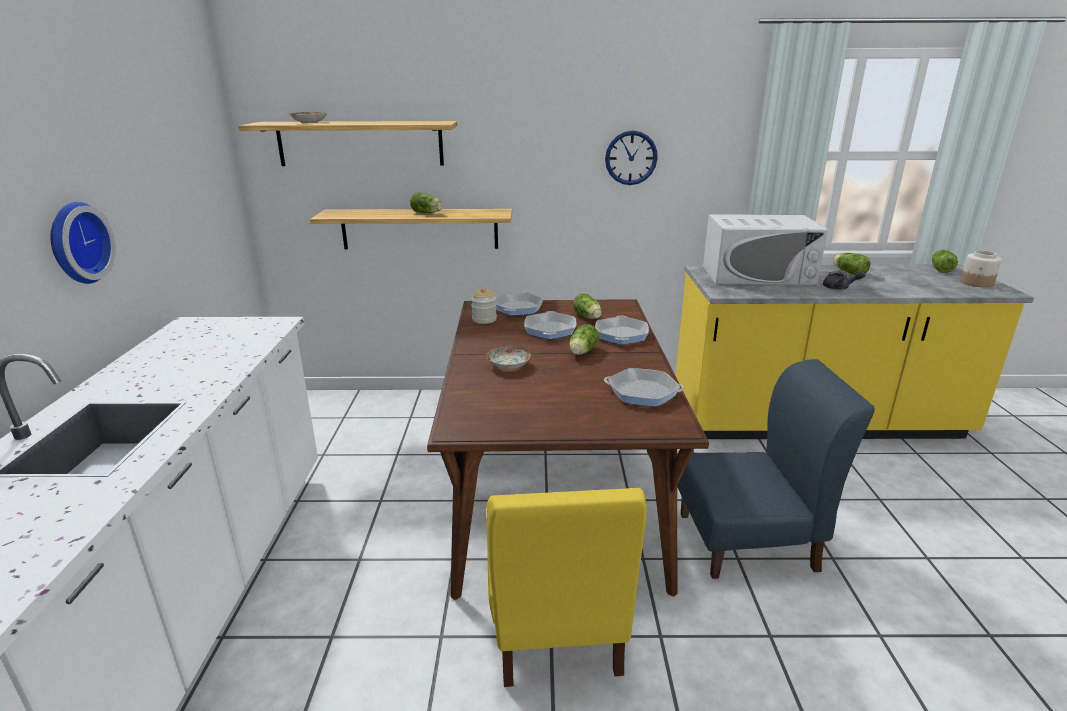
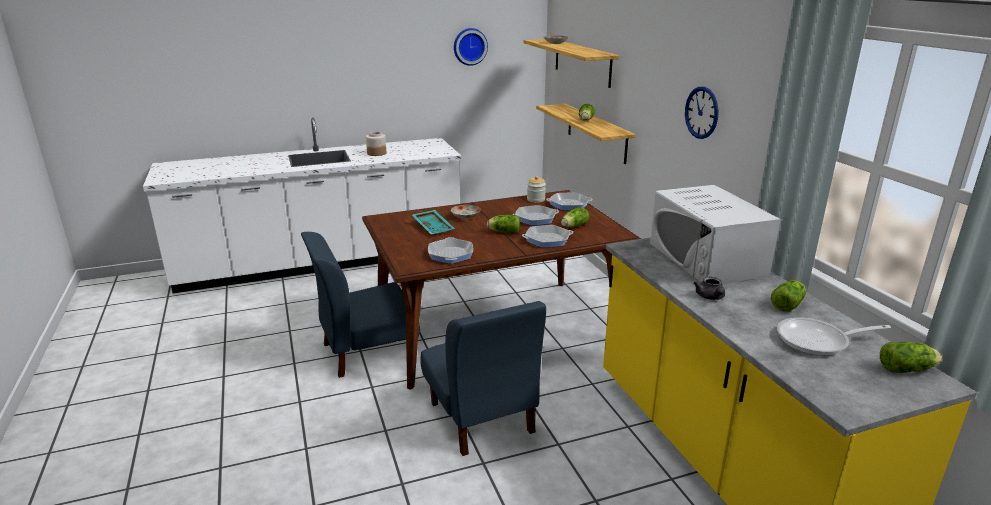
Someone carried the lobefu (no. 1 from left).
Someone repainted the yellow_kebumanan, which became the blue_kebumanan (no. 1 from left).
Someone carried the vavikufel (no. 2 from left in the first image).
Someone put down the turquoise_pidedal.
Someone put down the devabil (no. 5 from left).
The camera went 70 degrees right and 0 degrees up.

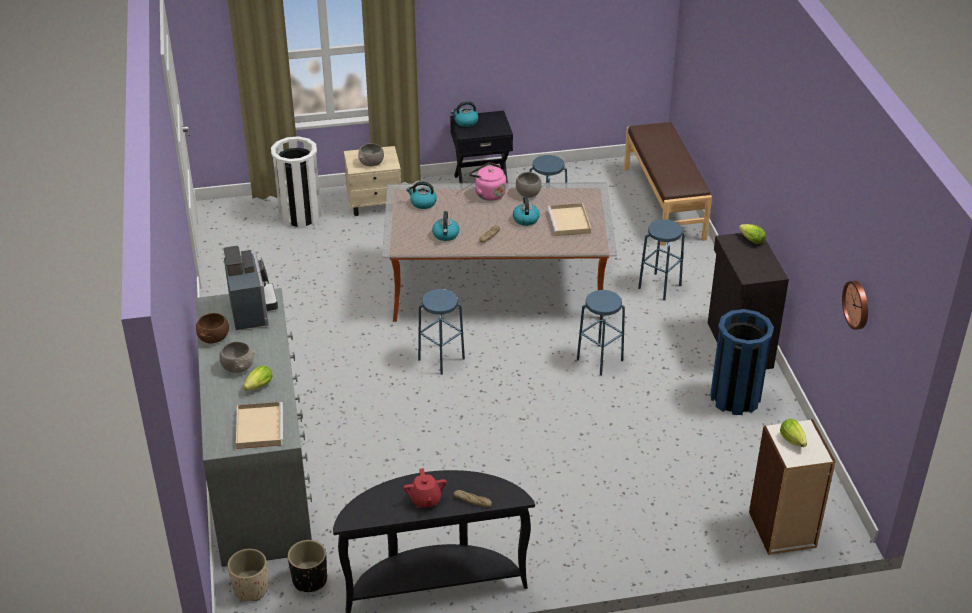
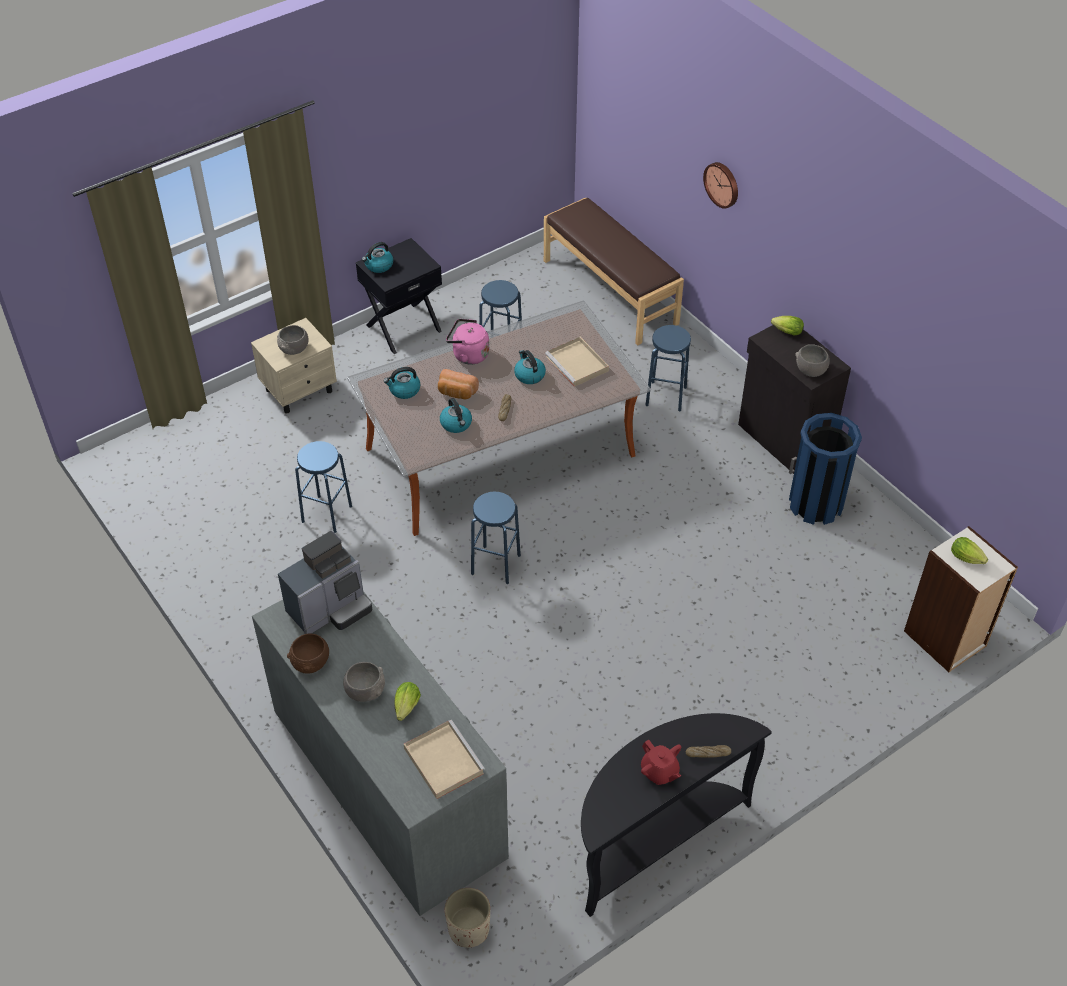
Someone rotated the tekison by 90 degrees clockwise.
Someone took away the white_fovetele.
Someone took away the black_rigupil.
Someone carried the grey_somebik (no. 3 from left).
Someone carried the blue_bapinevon (no. 3 from left in the first image).
Someone carried the lobefu.
Someone put down the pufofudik (no. 1 from left).
The camera went 25 degrees left and 10 degrees up.

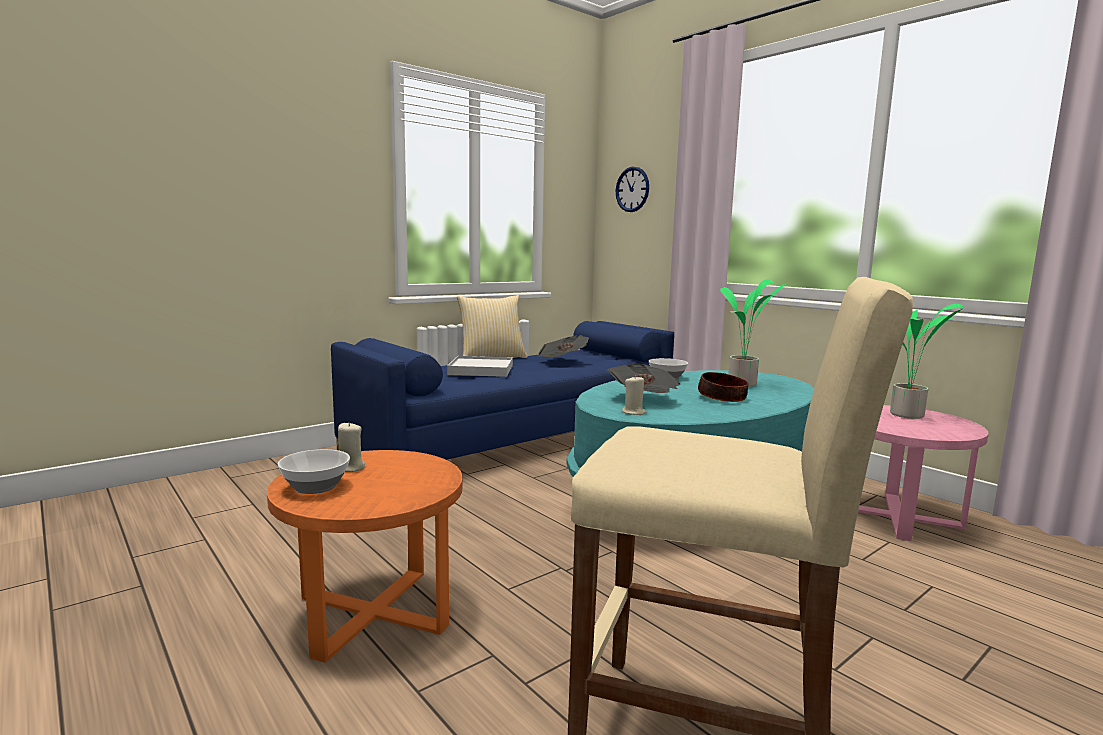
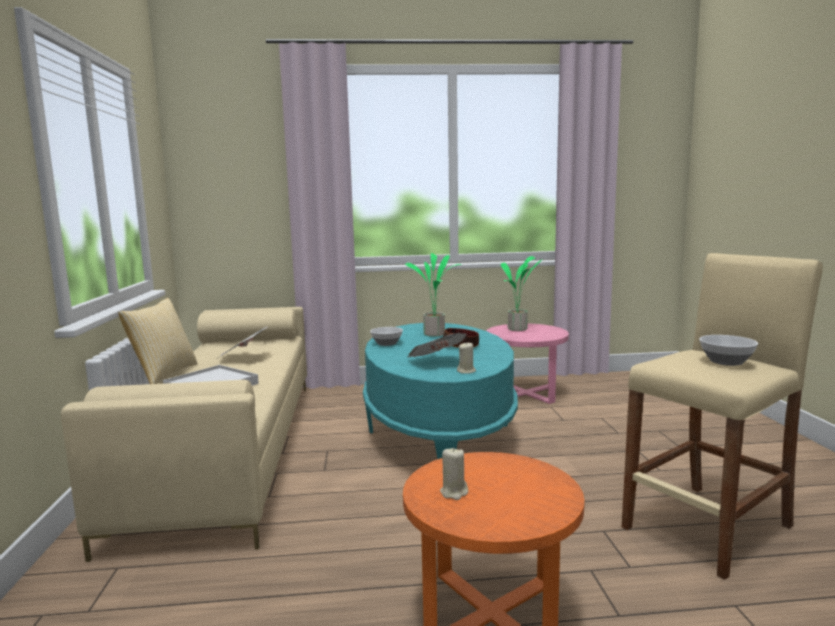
Someone carried the somebik (no. 1 from left in the first image).
Someone repainted the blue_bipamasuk, which became the beige_bipamasuk.
Someone took away the lobefu.
The camera went 55 degrees left and 0 degrees up.

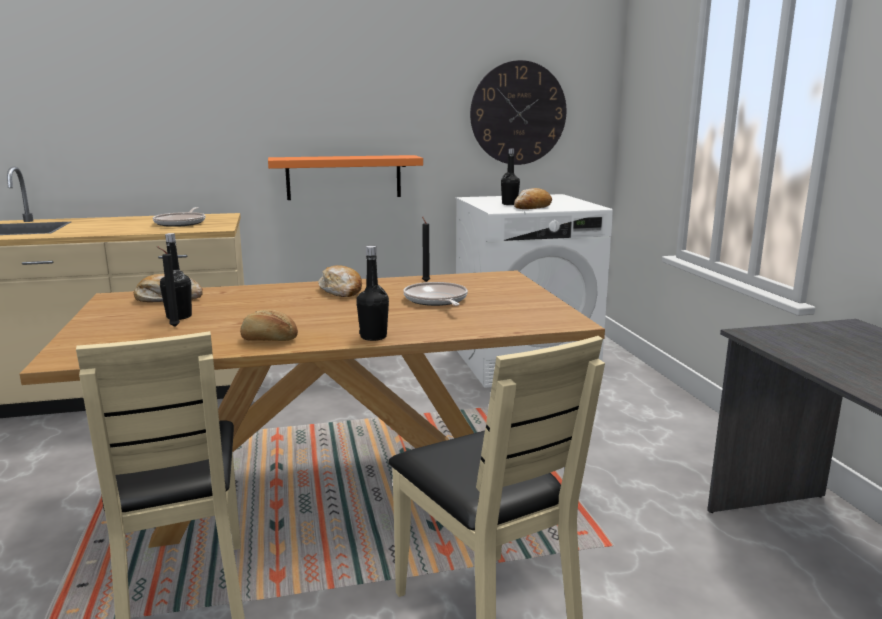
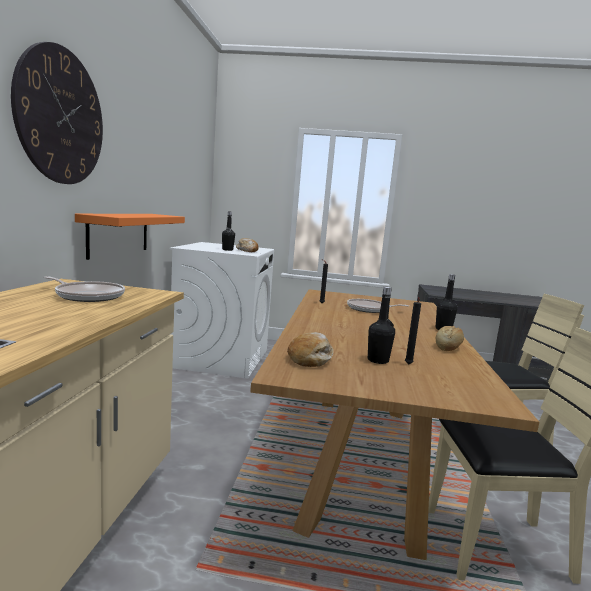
Someone took away the pufofudik (no. 3 from left).
Someone carried the lobefu.
The camera went 70 degrees left and 5 degrees down.

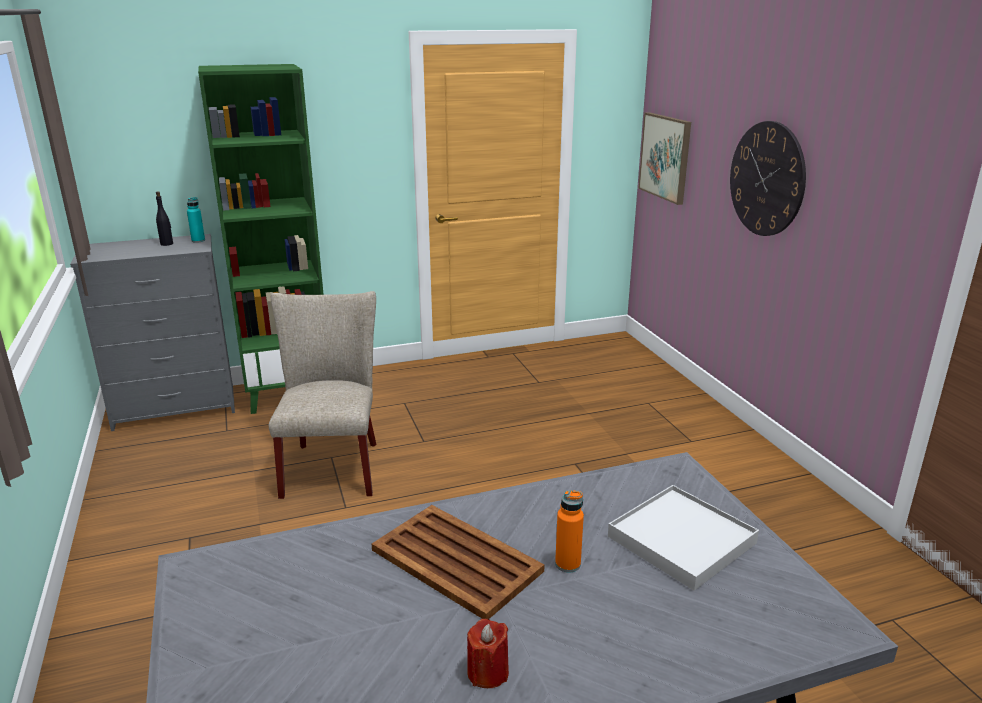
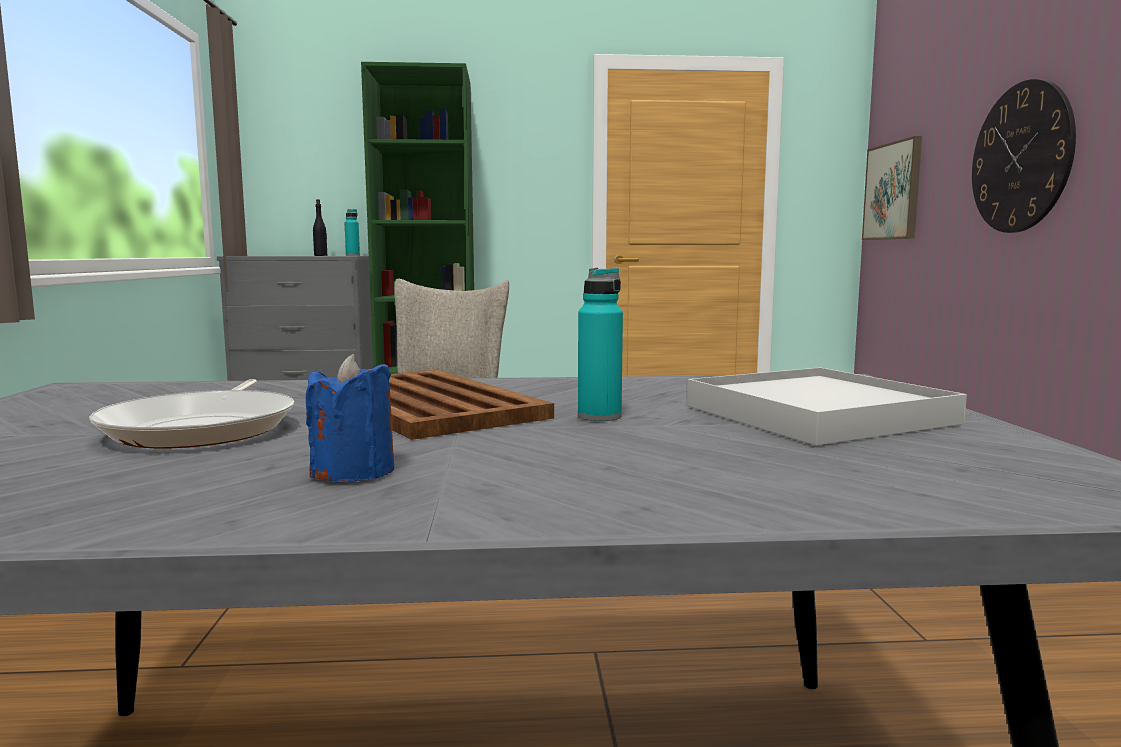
Someone repainted the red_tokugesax, which became the blue_tokugesax.
Someone repainted the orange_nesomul, which became the turquoise_nesomul (no. 2 from left).
Someone put down the devabil.
The camera went 15 degrees right and 15 degrees down.

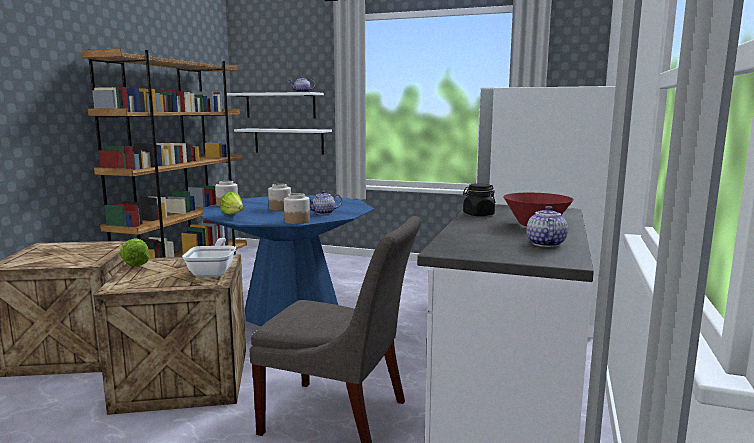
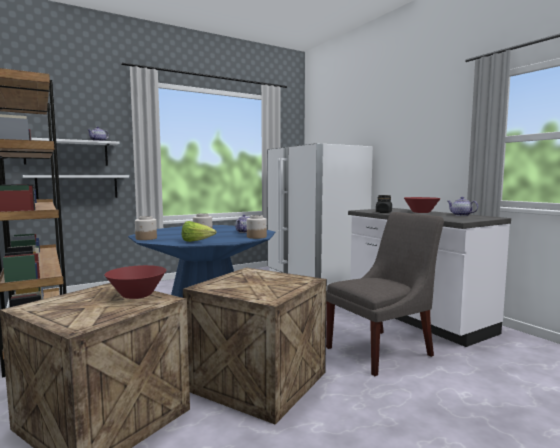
Someone took away the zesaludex (no. 1 from left).
Someone took away the devabil.
Someone put down the red_somebik (no. 1 from left).
The camera went 50 degrees left and 5 degrees down.

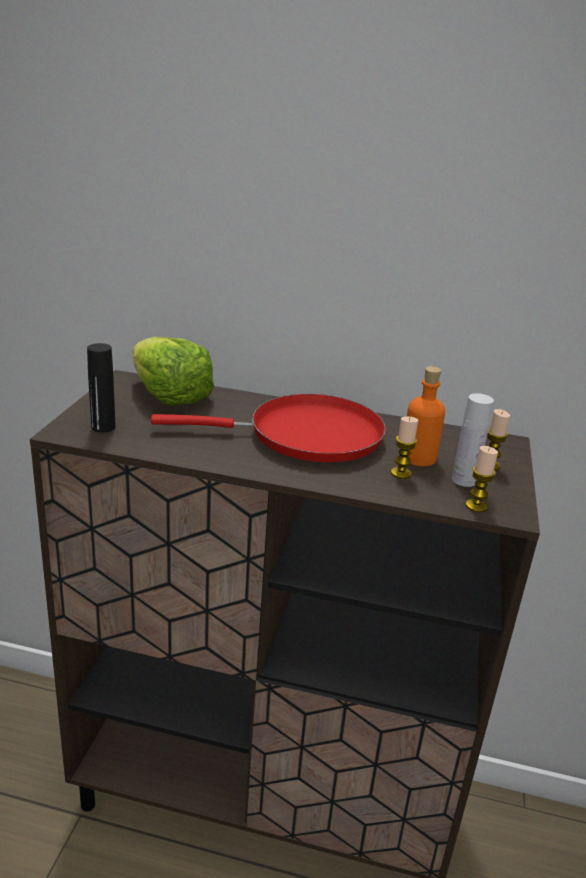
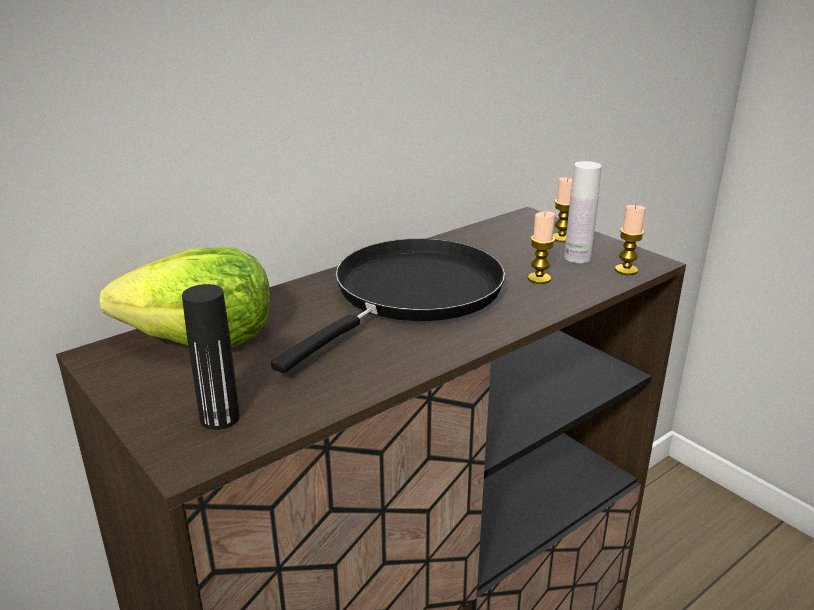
Someone repainted the red_devabil, which became the black_devabil.
Someone took away the orange_nesomul.
The camera went 50 degrees left and 0 degrees up.

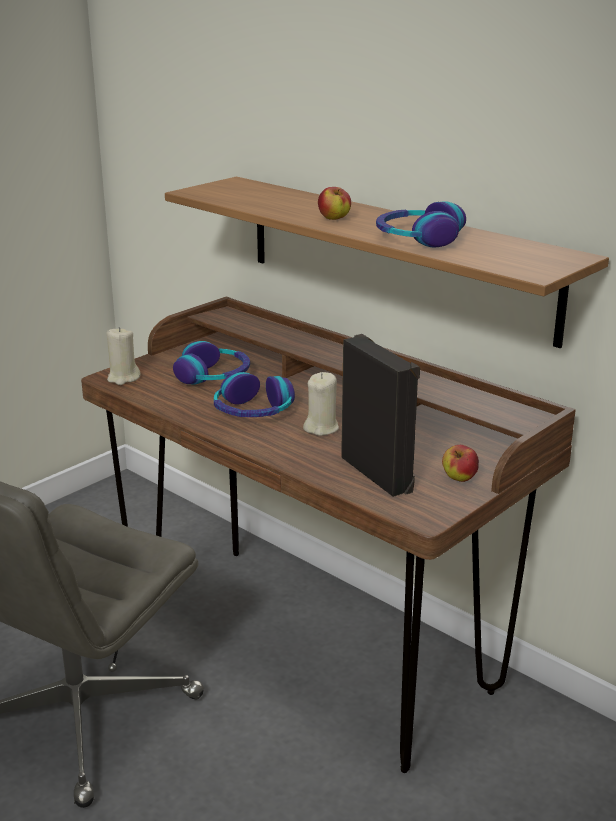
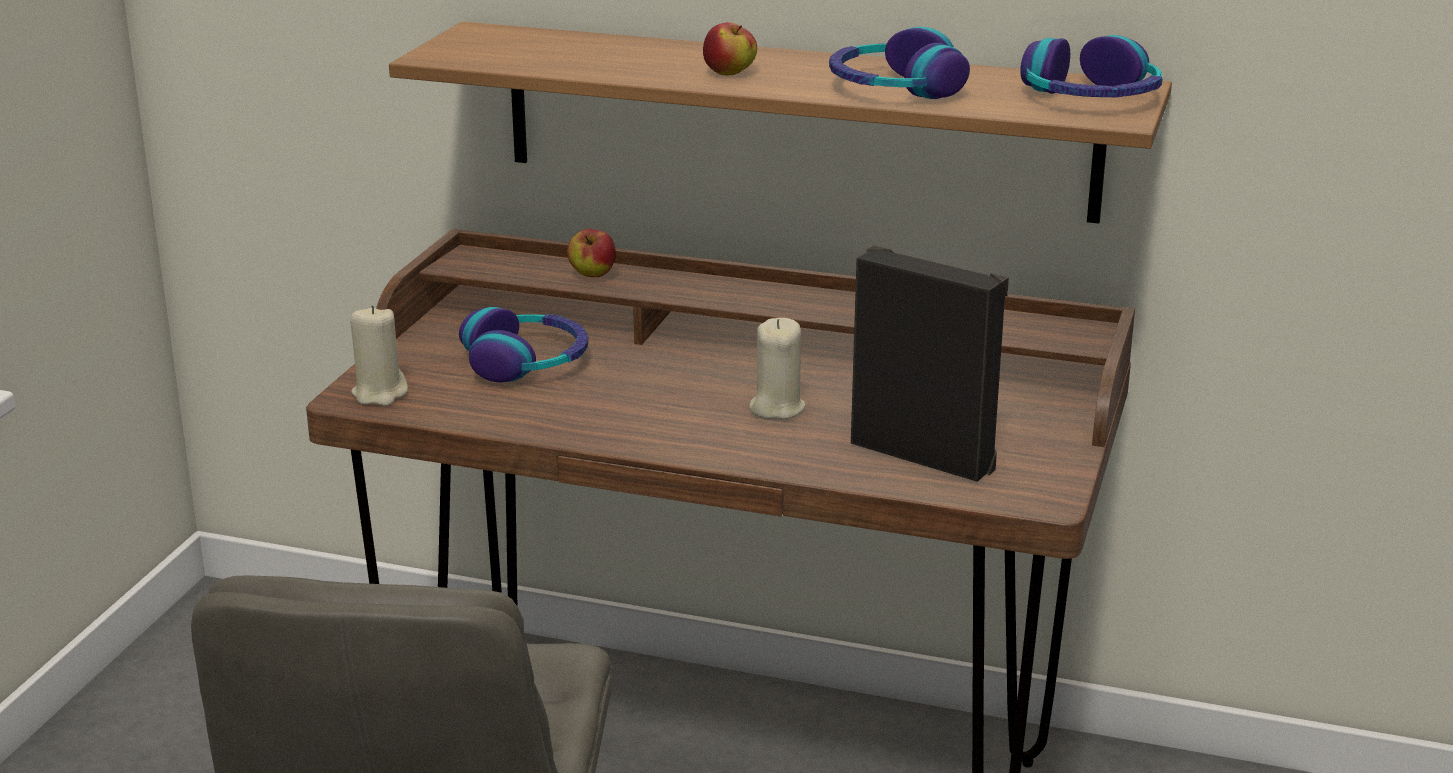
Someone carried the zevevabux (no. 2 from left in the first image).
Someone carried the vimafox (no. 2 from left in the first image).
The camera went 25 degrees left and 0 degrees up.

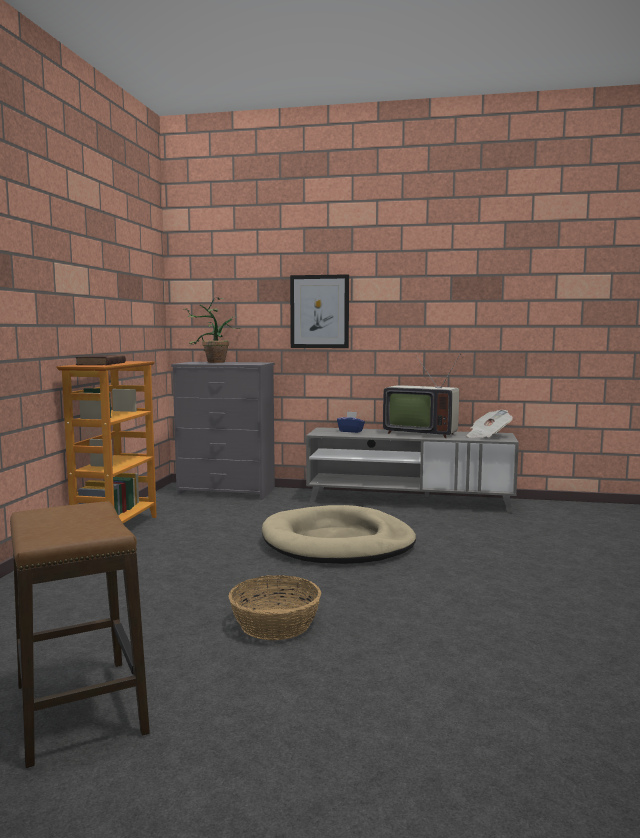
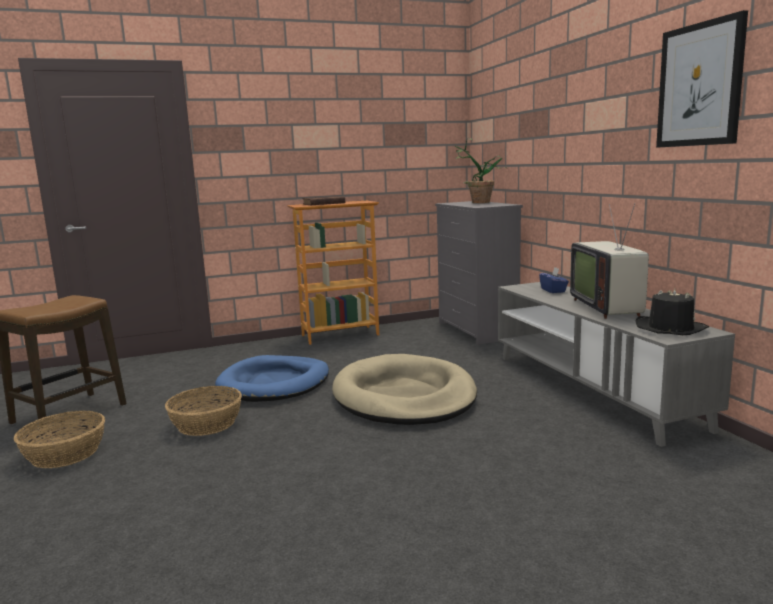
Someone carried the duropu.
Someone swapped the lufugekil for the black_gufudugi.
Someone put down the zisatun (no. 1 from left).
Someone put down the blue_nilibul.
The camera went 60 degrees right and 5 degrees up.

